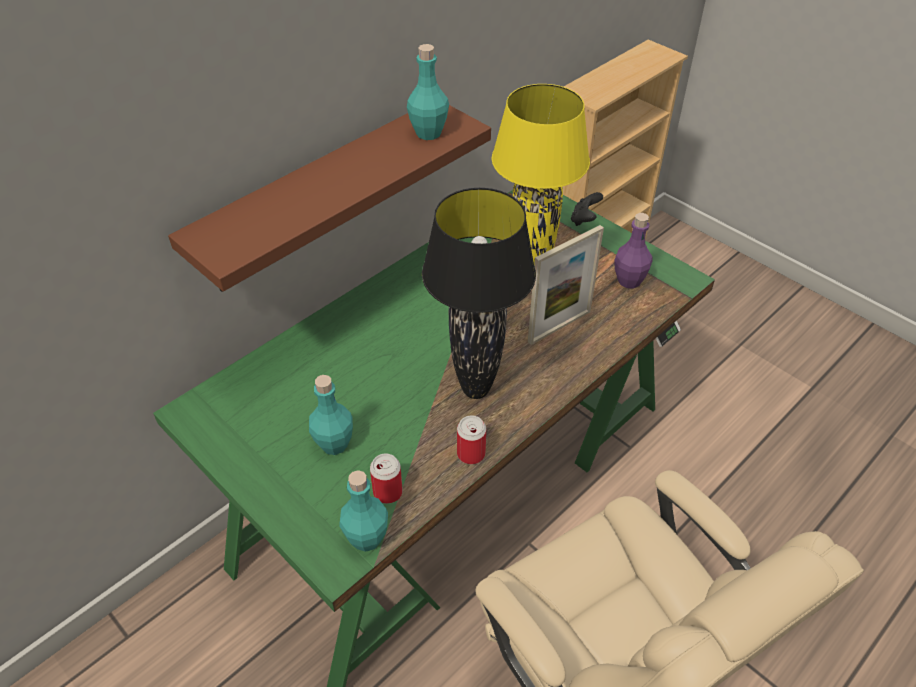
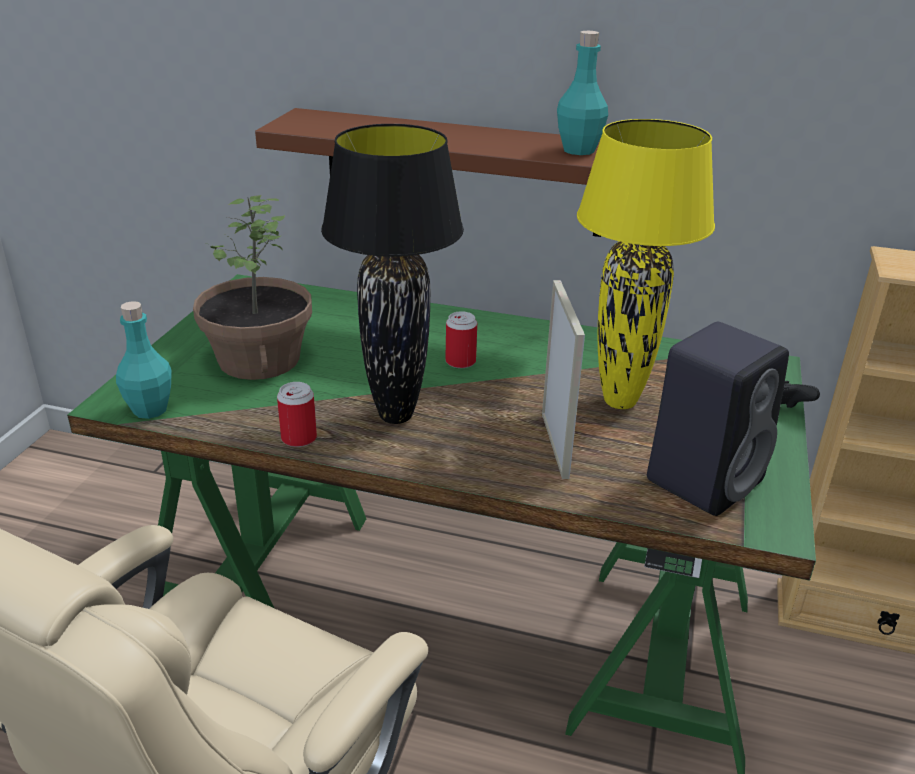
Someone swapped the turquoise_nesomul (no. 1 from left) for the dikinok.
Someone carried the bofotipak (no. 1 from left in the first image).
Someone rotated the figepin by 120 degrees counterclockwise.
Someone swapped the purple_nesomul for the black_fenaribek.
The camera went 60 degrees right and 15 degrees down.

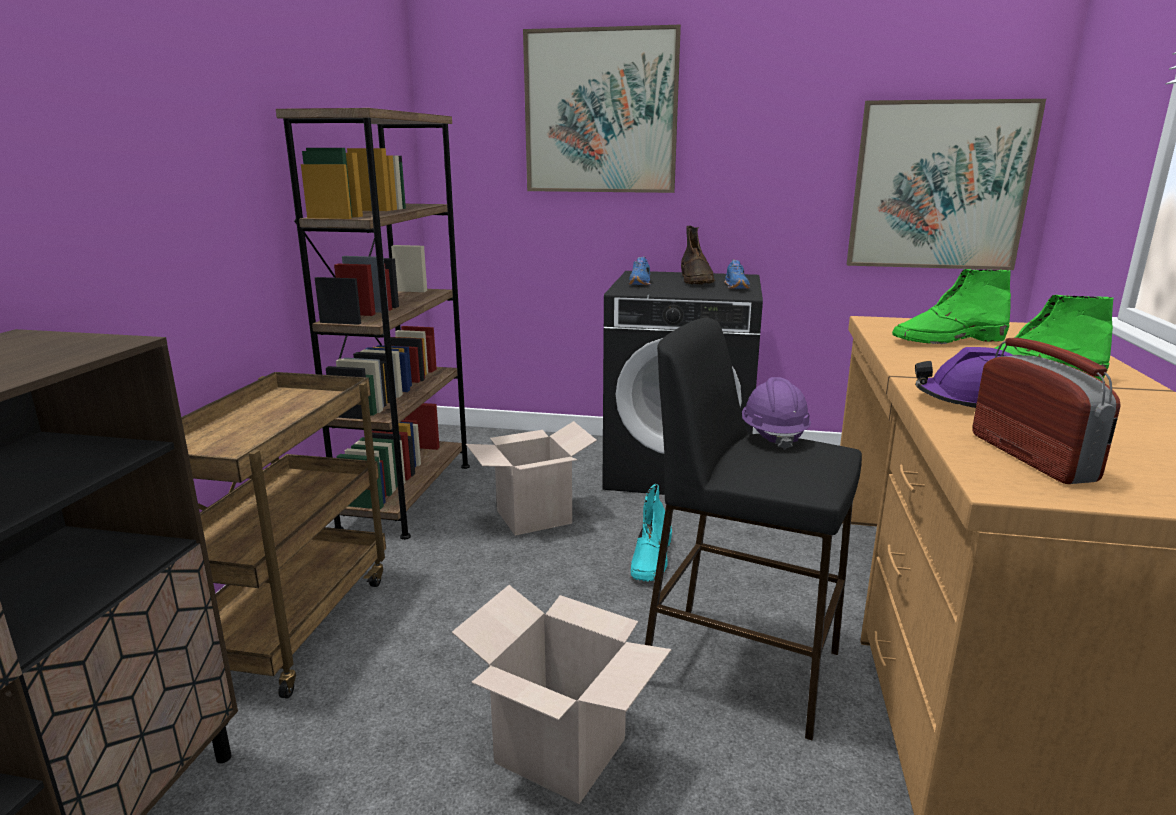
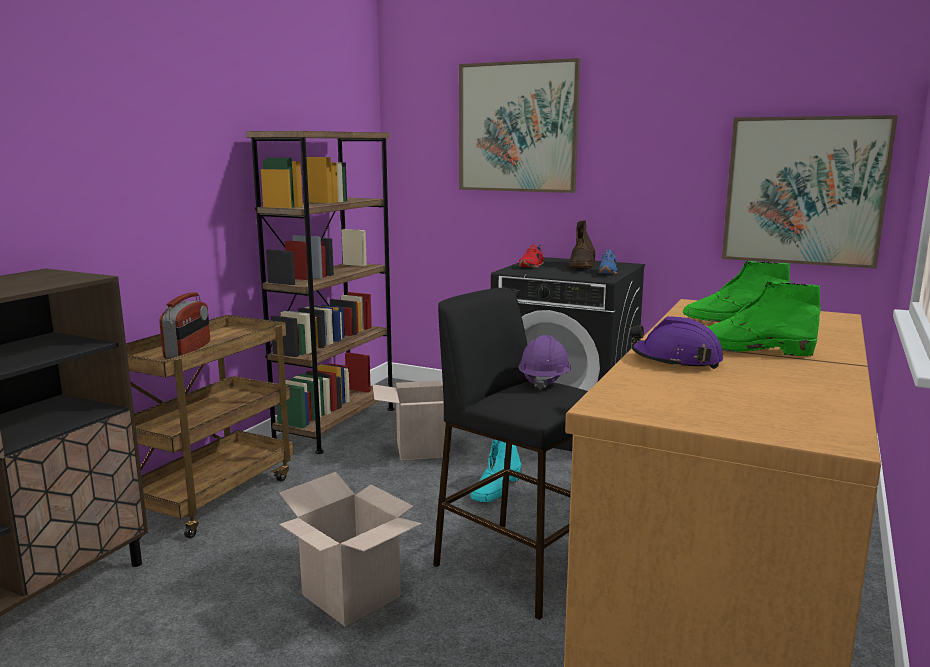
Someone repainted the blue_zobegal (no. 1 from left), which became the red_zobegal.
Someone carried the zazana.
The camera went 15 degrees right and 5 degrees down.

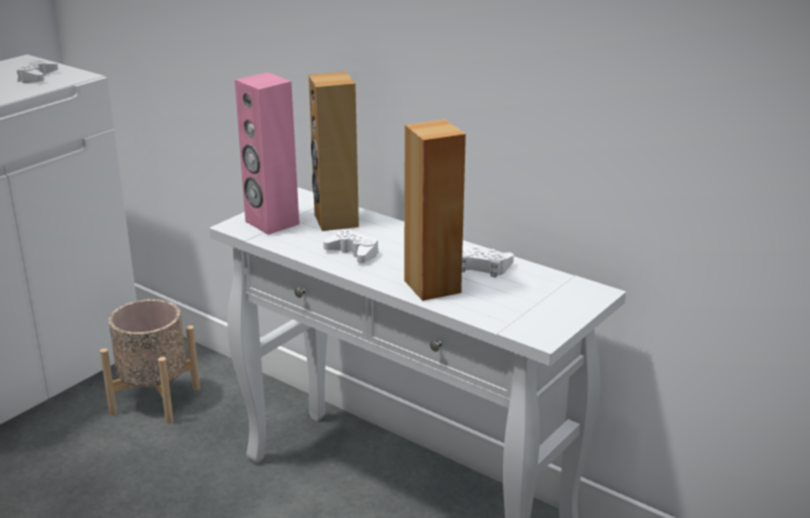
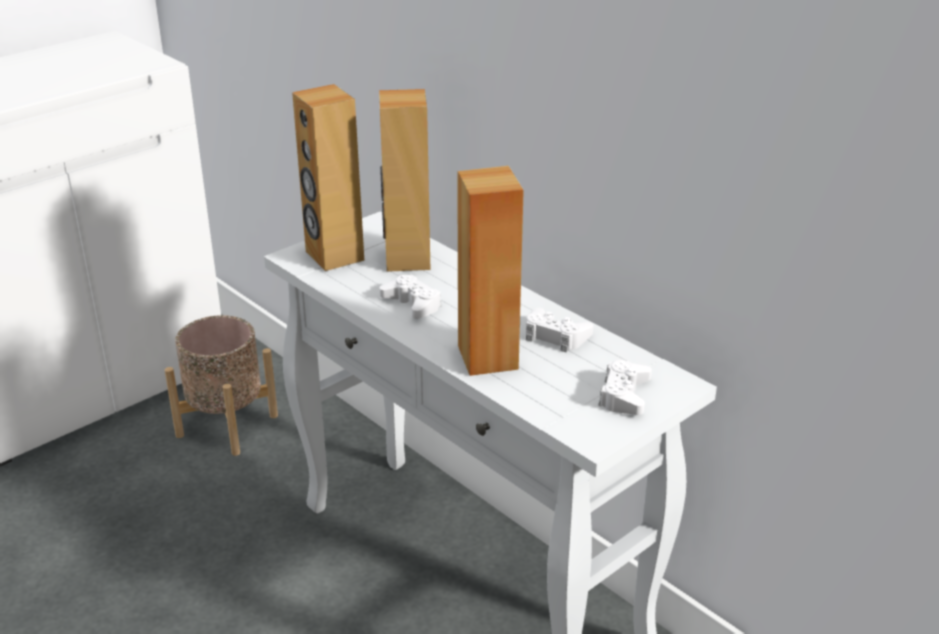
Someone carried the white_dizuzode (no. 1 from left in the first image).
Someone repainted the pink_fenaribek, which became the brown_fenaribek (no. 1 from left).
The camera went 10 degrees right and 5 degrees up.

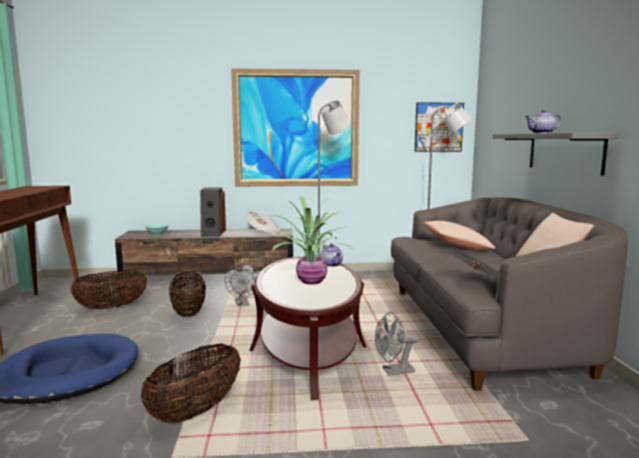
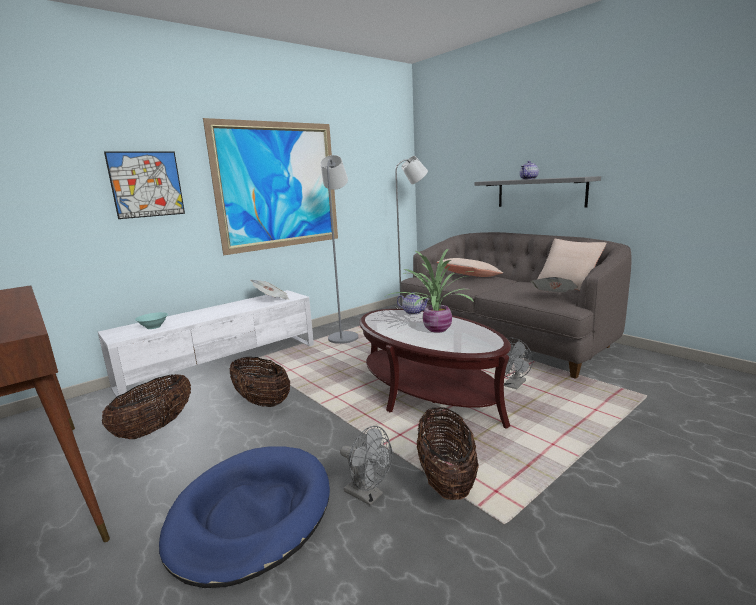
Someone repainted the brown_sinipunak, which became the white_sinipunak.
Someone took away the fenaribek.
Someone carried the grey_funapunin (no. 1 from left).
Someone carried the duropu (no. 2 from left in the first image).
The camera went 35 degrees left and 5 degrees up.

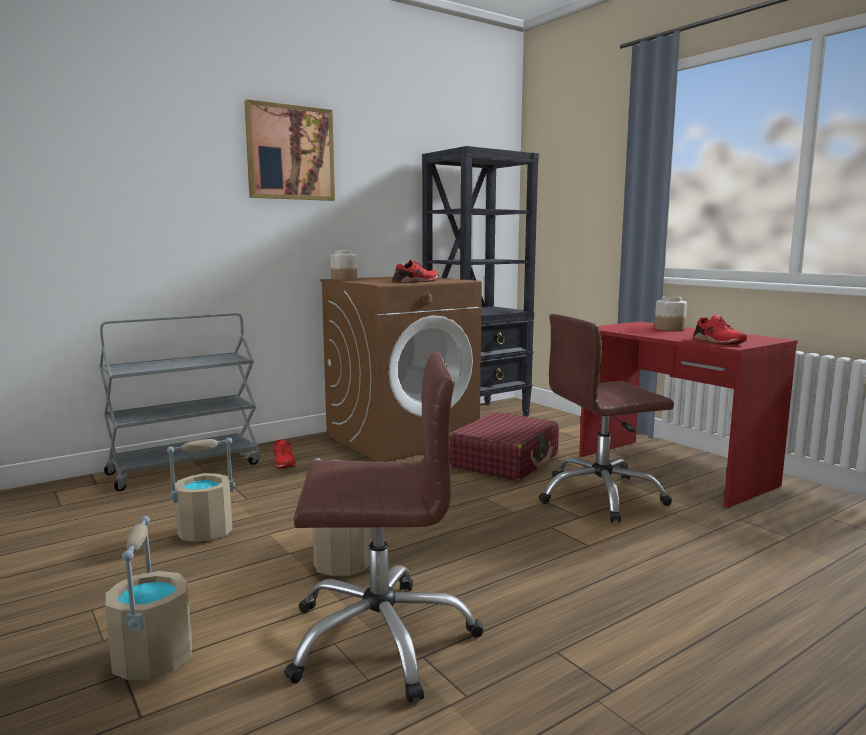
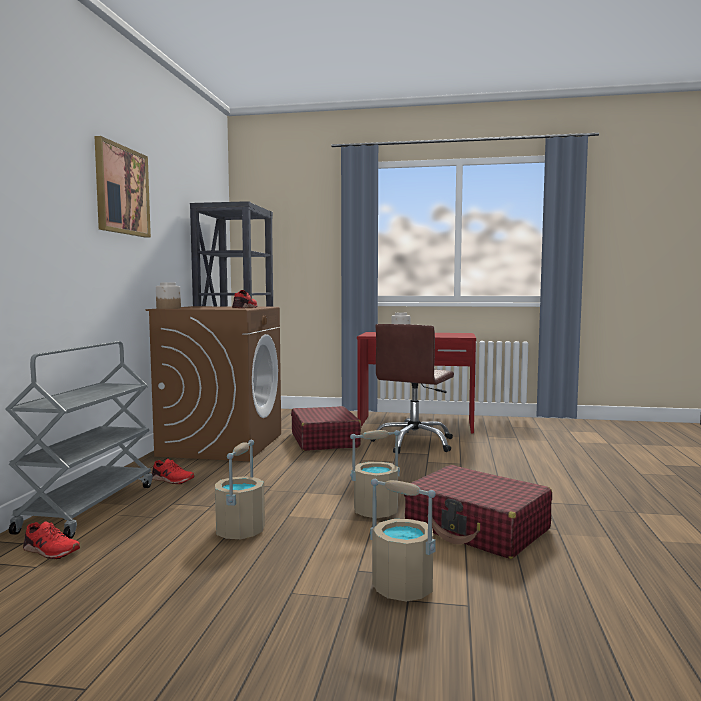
Someone swapped the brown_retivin (no. 1 from left) for the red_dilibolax (no. 2 from left).
Someone carried the red_zobegal (no. 3 from left in the first image).
The camera went 45 degrees left and 5 degrees down.

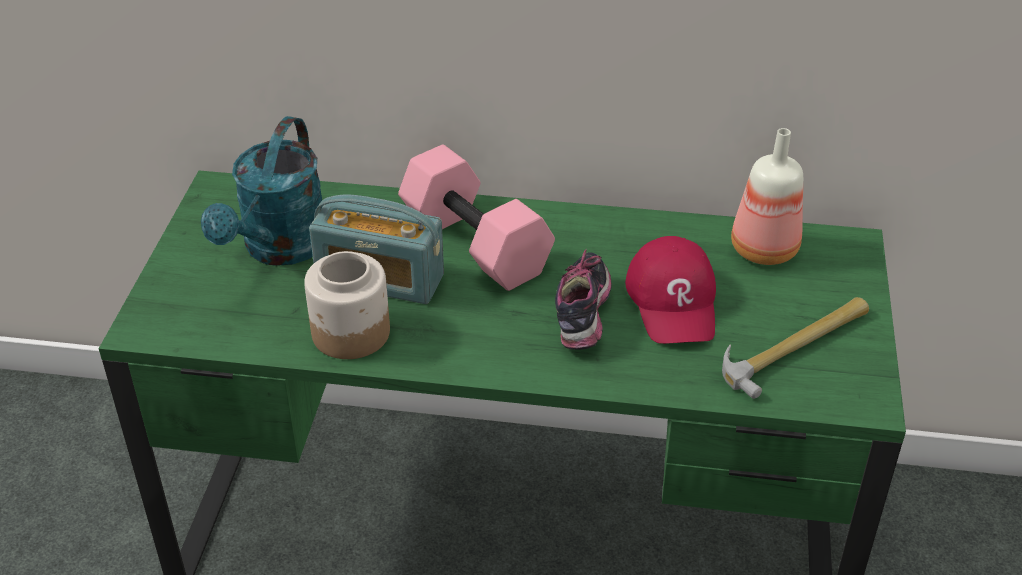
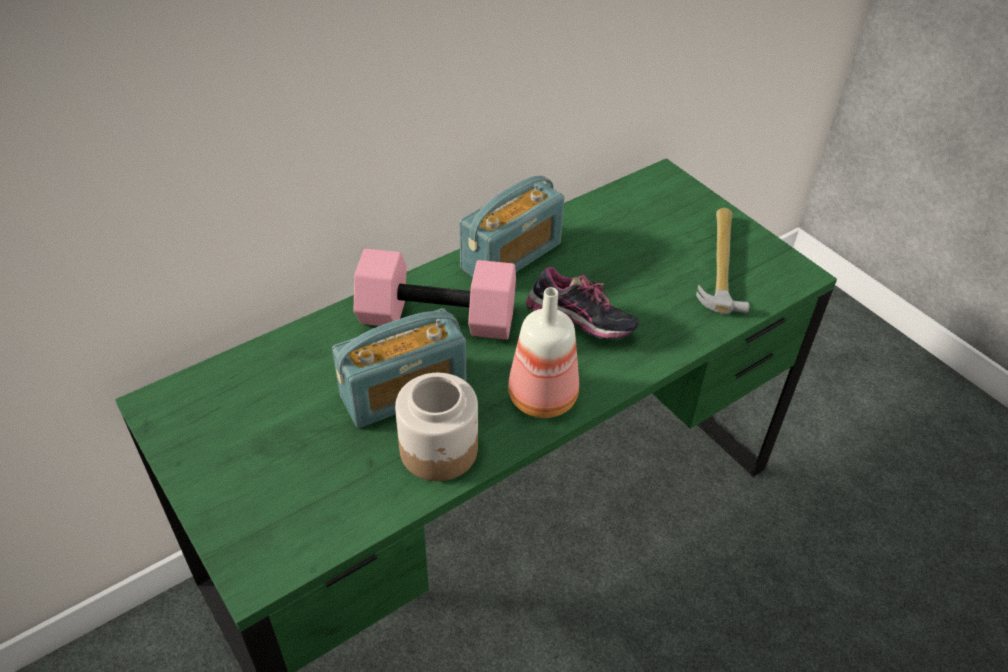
Someone took away the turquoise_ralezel.
Someone rotated the zobegal by 150 degrees clockwise.
Someone took away the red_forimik.
Someone carried the nesomul.
Someone put down the zazana (no. 2 from left).
The camera went 45 degrees left and 5 degrees up.

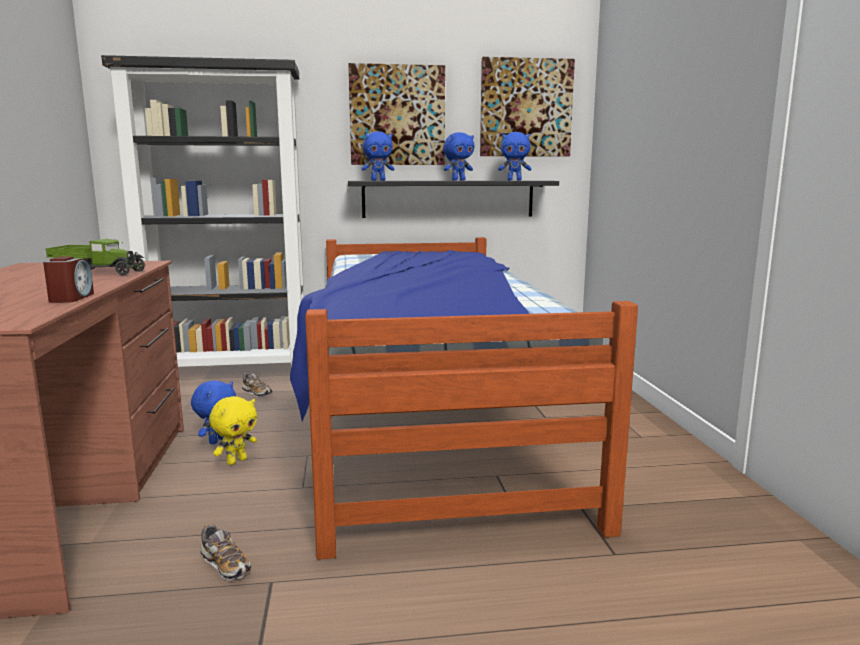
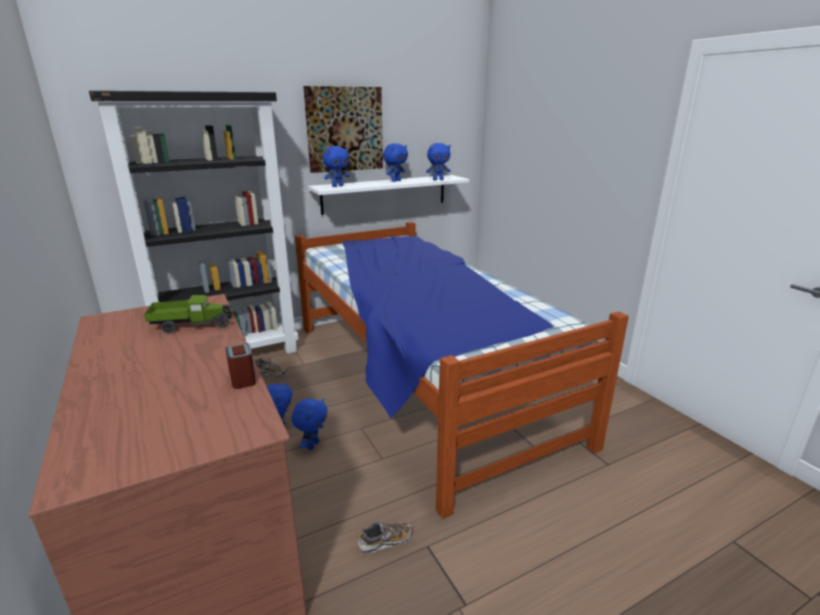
Someone rotated the zobegal (no. 1 from left in the first image) by 45 degrees counterclockwise.
Someone repainted the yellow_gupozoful, which became the blue_gupozoful (no. 2 from left).
Someone repainted the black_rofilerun, which became the white_rofilerun.
Someone took away the duropu (no. 2 from left).
The camera went 20 degrees left and 10 degrees up.

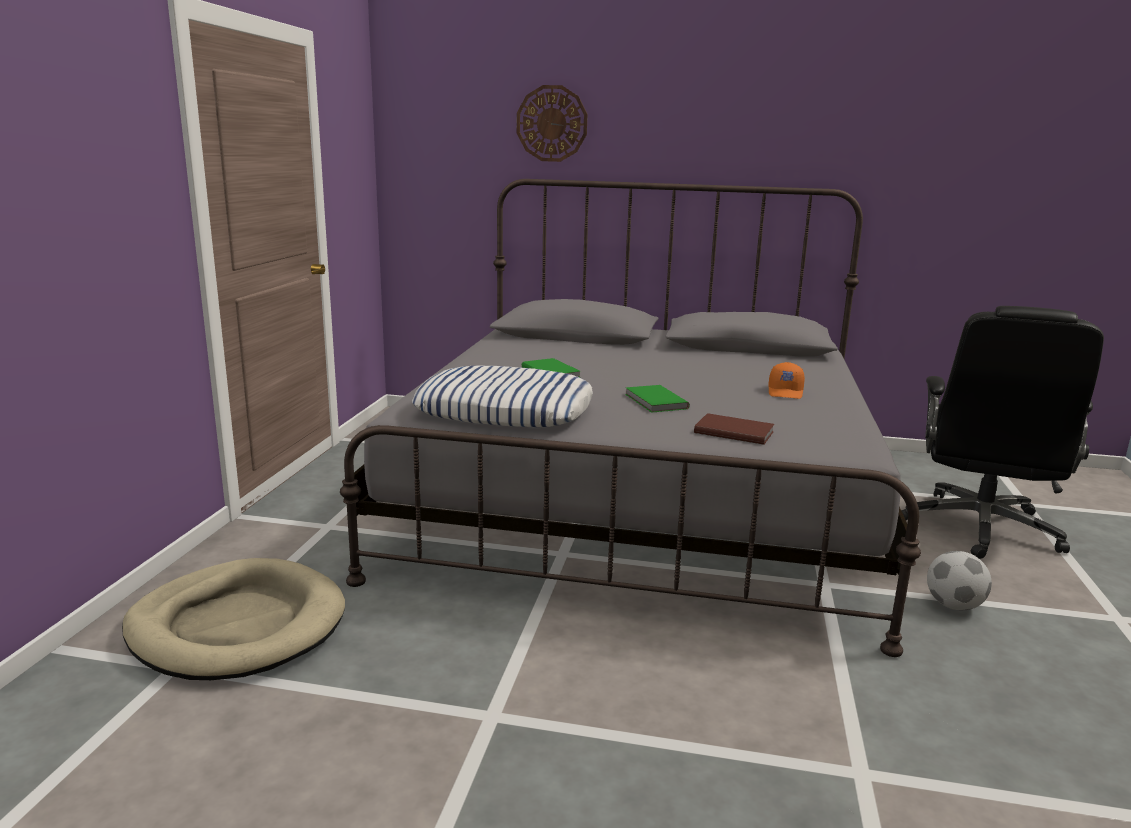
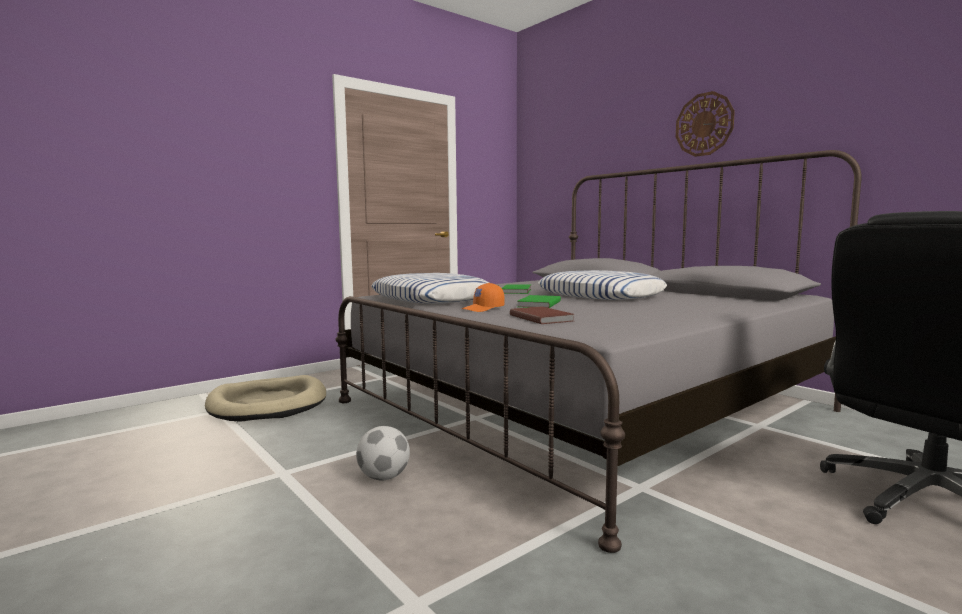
Someone carried the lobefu.
Someone carried the orange_forimik.
Someone carried the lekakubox.
Someone put down the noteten (no. 2 from left).
The camera went 40 degrees right and 10 degrees down.

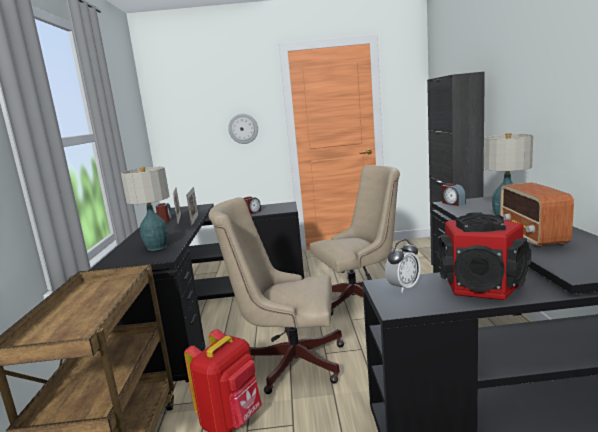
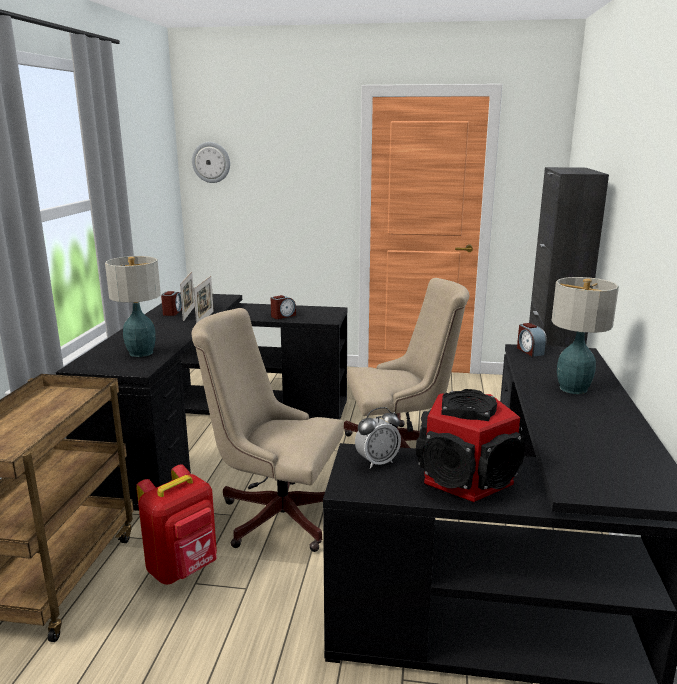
Someone carried the lobefu.
Someone took away the zazana.
The camera went 10 degrees right and 5 degrees up.

